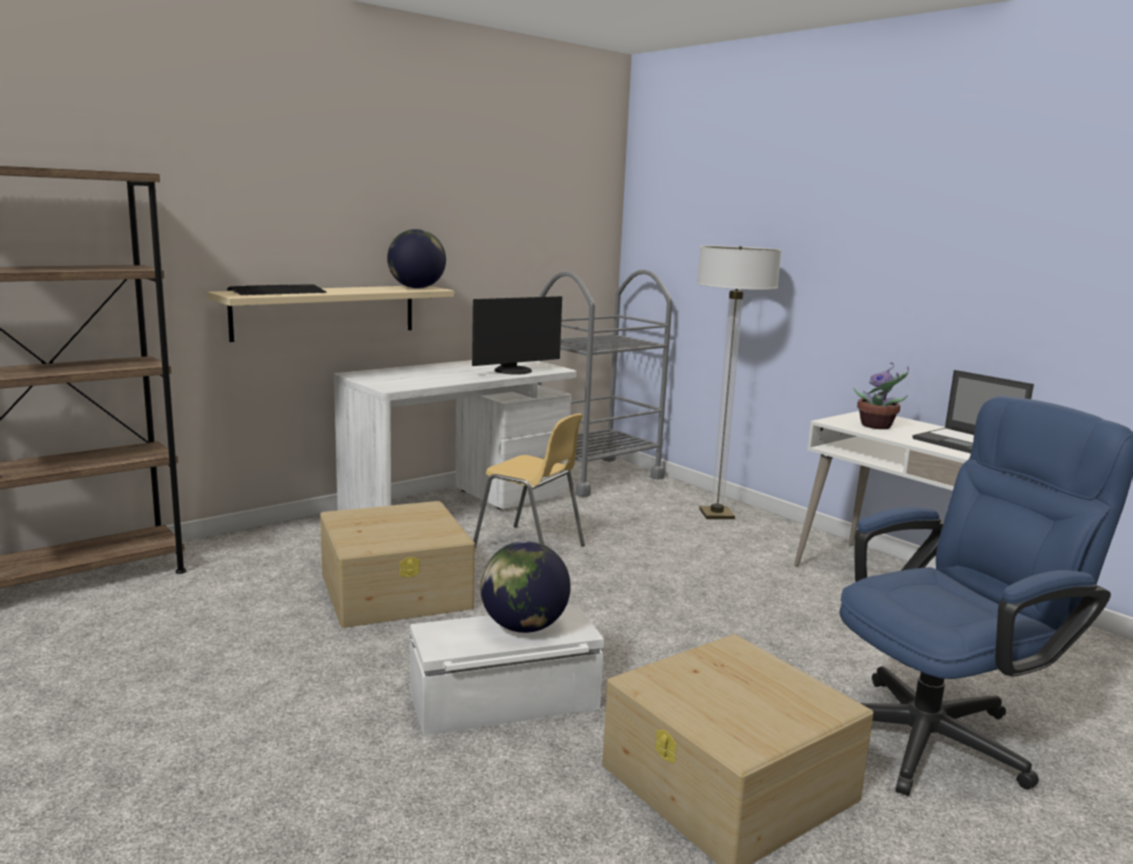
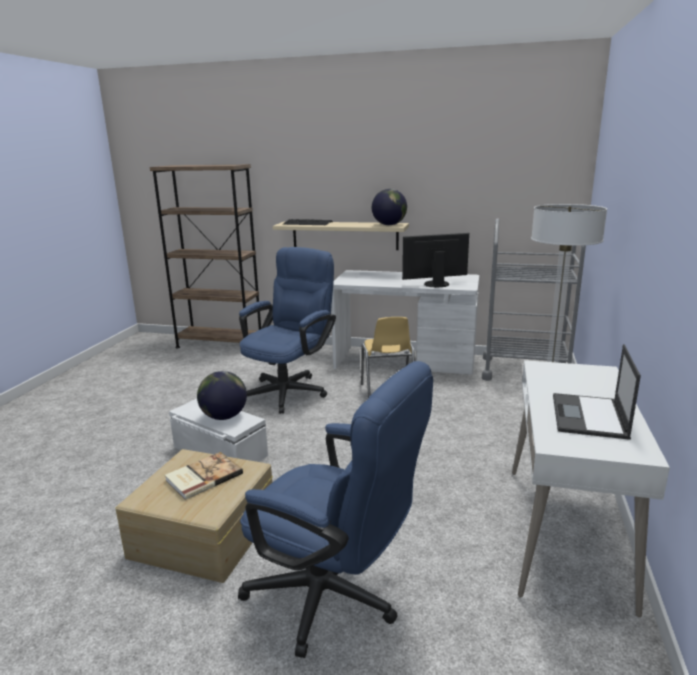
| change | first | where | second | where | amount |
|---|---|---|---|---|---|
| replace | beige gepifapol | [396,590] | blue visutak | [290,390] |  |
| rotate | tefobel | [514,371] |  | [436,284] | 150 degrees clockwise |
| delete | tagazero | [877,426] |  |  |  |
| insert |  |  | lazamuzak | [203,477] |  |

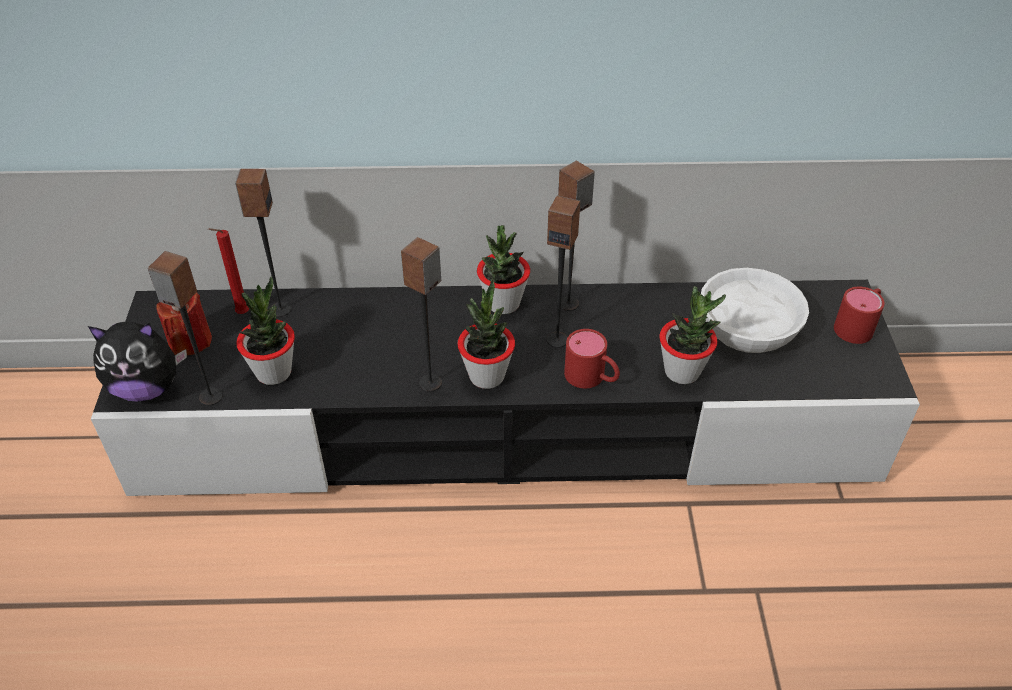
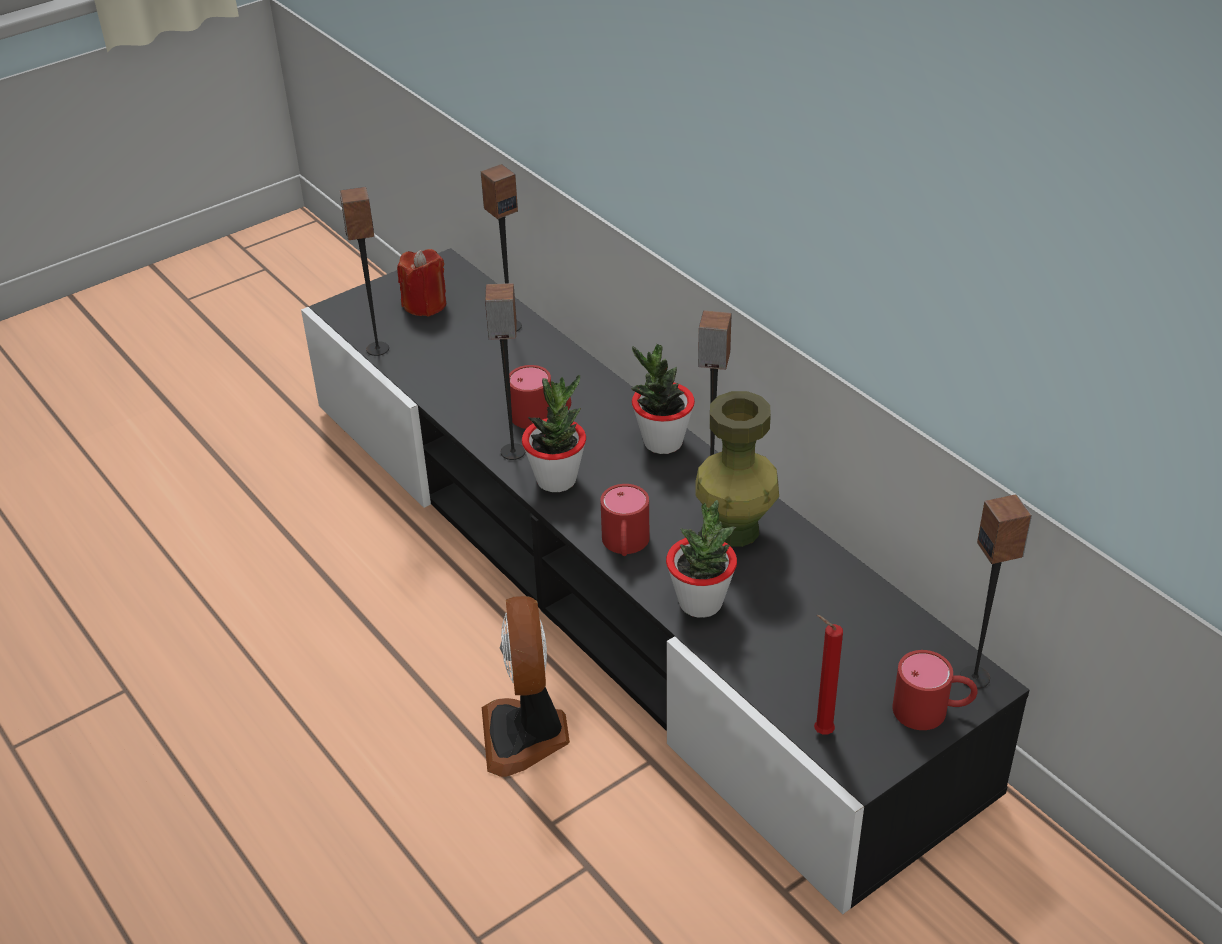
| change | first | where | second | where | amount |
|---|---|---|---|---|---|
| delete | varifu | [147,388] |  |  |  |
| move | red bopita | [240,314] |  | [820,731] |  |
| delete | tagazero | [274,372] |  |  |  |
| move | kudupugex | [557,339] |  | [975,677] |  |
| delete | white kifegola | [748,328] |  |  |  |
| insert |  |  | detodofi | [526,735] |  |
| insert |  |  | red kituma | [541,417] |  |
| insert |  |  | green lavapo | [734,530] |  |

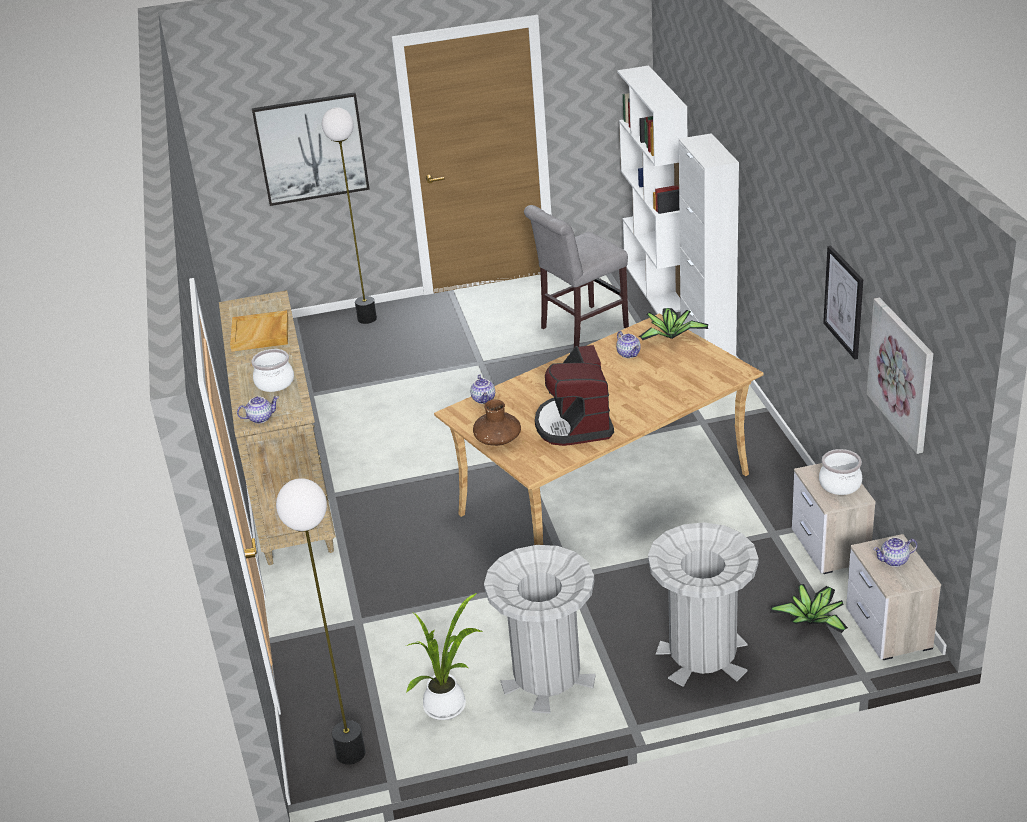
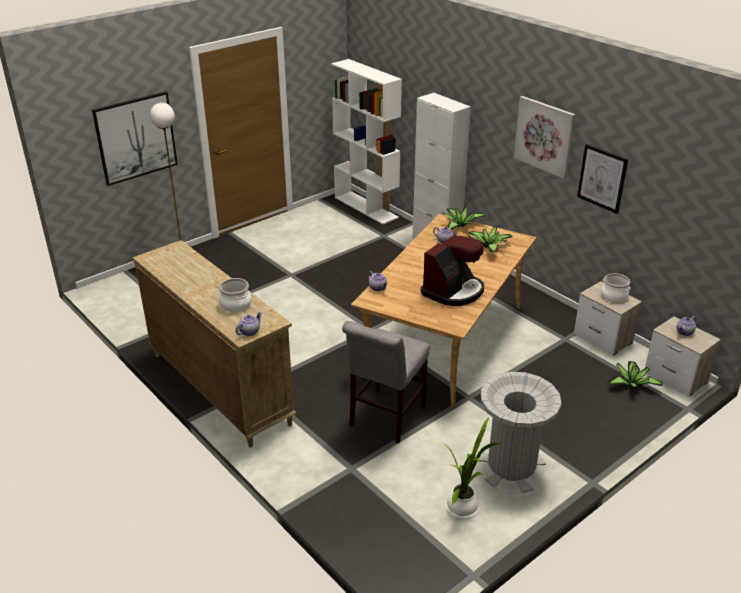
| change | first | where | second | where | amount |
|---|---|---|---|---|---|
| delete | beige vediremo | [261,334] |  |  |  |
| delete | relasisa | [350,753] |  |  |  |
| delete | brown lavapo | [498,439] |  |  |  |
| move | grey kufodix | [580,329] |  | [385,418] |  |
| rotate | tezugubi | [574,424] |  | [453,291] | 105 degrees counterclockwise |
| delete | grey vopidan | [702,655] |  |  |  |
| move | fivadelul | [902,373] |  | [544,136] |  |
| insert |  |  | tagazero | [489,247] |  |

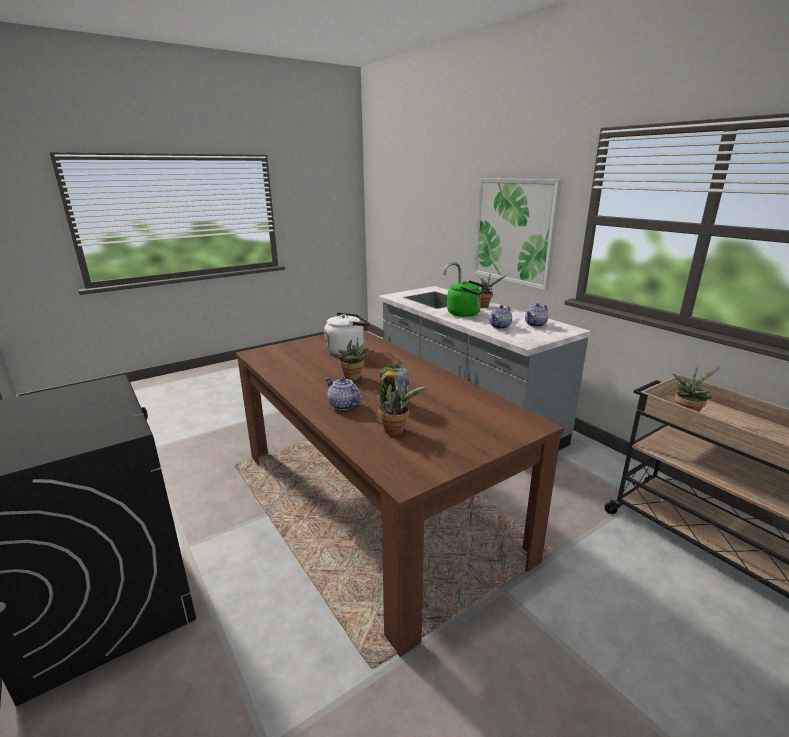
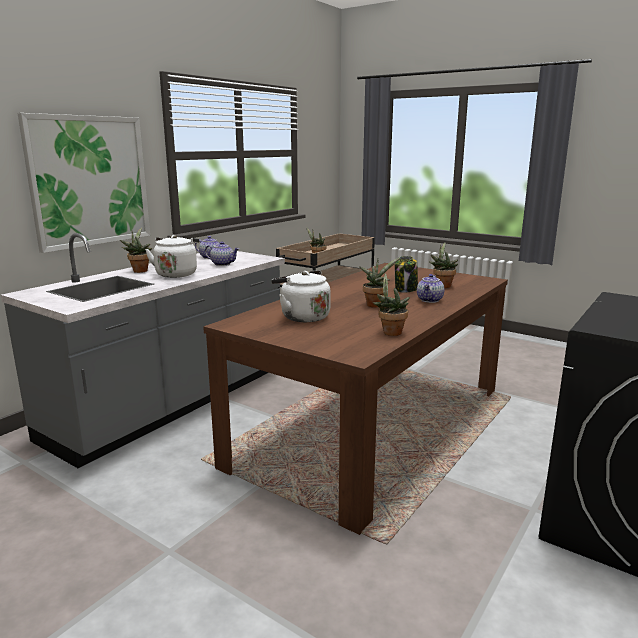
| change | first | where | second | where | amount |
|---|---|---|---|---|---|
| recolor | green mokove | [466,314] | white mokove | [176,274] |  |
| insert |  |  | tagazero | [390,332] |  |

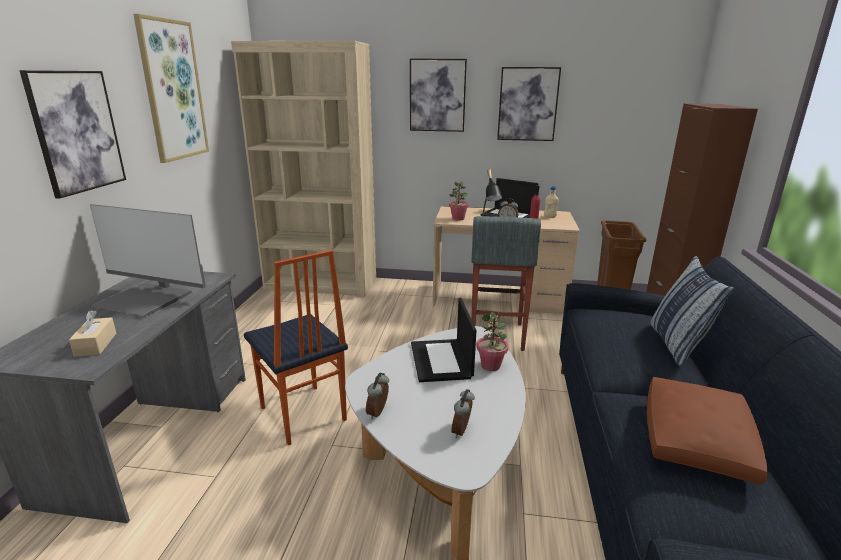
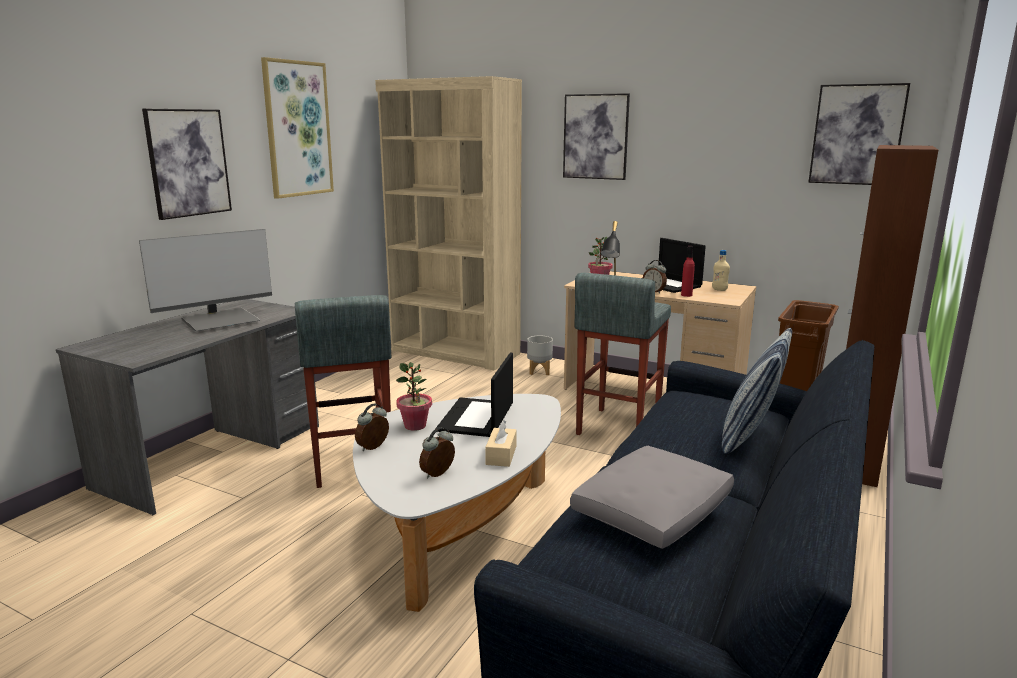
| change | first | where | second | where | amount |
|---|---|---|---|---|---|
| move | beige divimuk | [96,344] |  | [501,455] |  |
| rotate | tefobel | [146,299] |  | [220,321] | 75 degrees counterclockwise |
| replace | kufodix | [302,415] | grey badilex | [350,464] |  |
| move | tagazero | [491,366] |  | [415,426] |  |
| move | fivadelul | [527,104] |  | [857,135] |  |
| recolor | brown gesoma | [696,441] | grey gesoma | [651,513] |  |
| insert |  |  | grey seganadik | [539,371] |  |

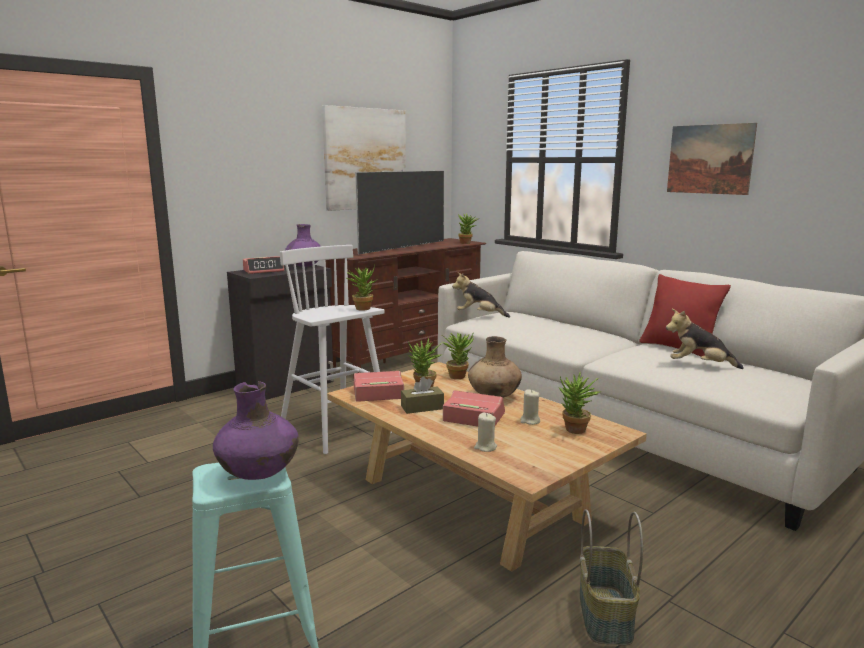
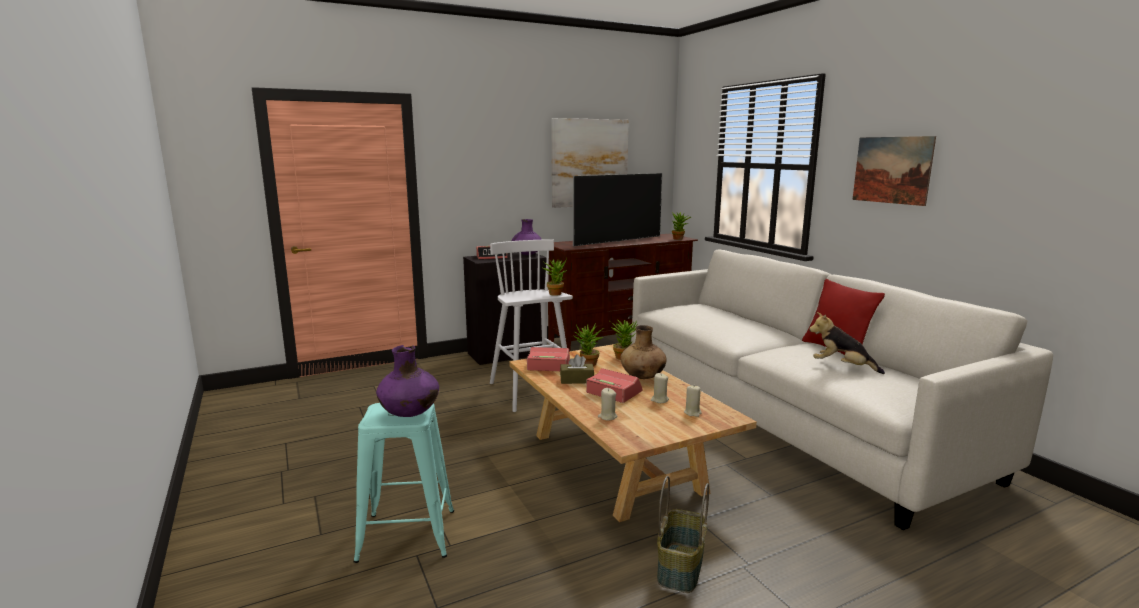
| change | first | where | second | where | amount |
|---|---|---|---|---|---|
| delete | varifu | [479,315] |  |  |  |
| replace | tagazero | [575,431] | beige bopita | [692,413] |  |

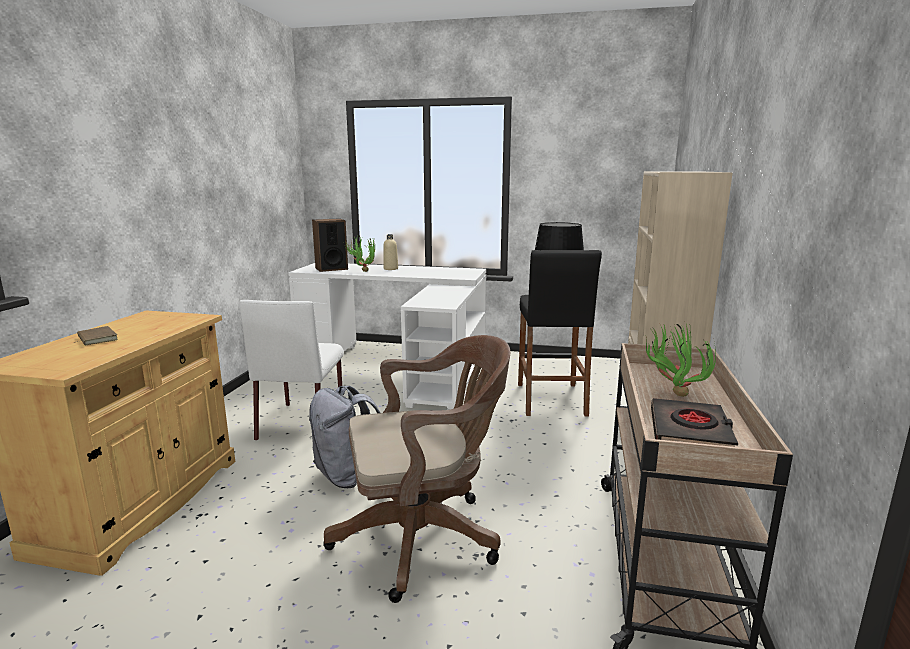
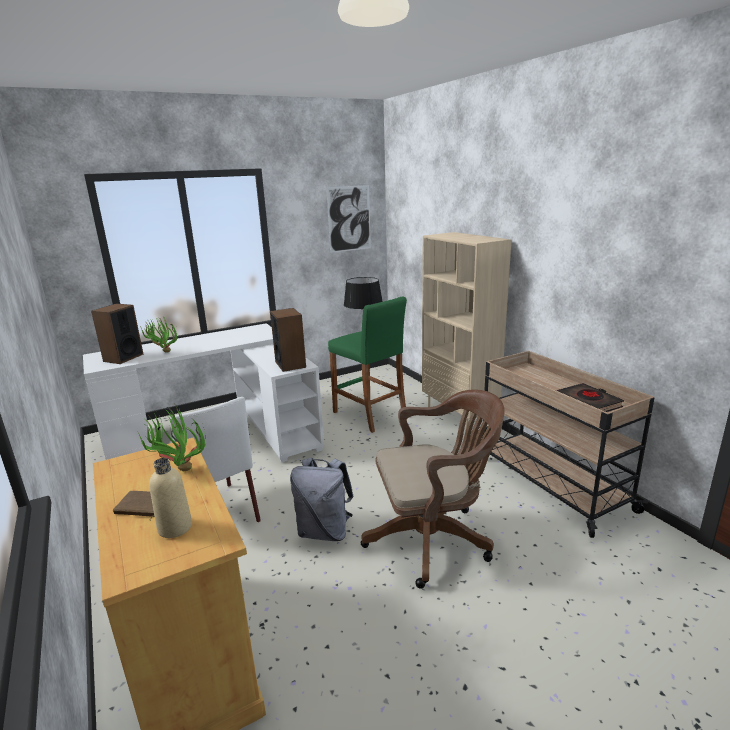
| change | first | where | second | where | amount |
|---|---|---|---|---|---|
| rotate | brown visutak | [424,537] |  | [433,539] | 45 degrees clockwise |
| move | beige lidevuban | [390,269] |  | [175,527] |  |
| recolor | black badilex | [551,399] | green badilex | [370,415] |  |
| move | tagazero | [672,393] |  | [178,470] |  |
| insert |  |  | kudupugex | [290,364] |  |
| insert |  |  | fivadelul | [349,219] |  |

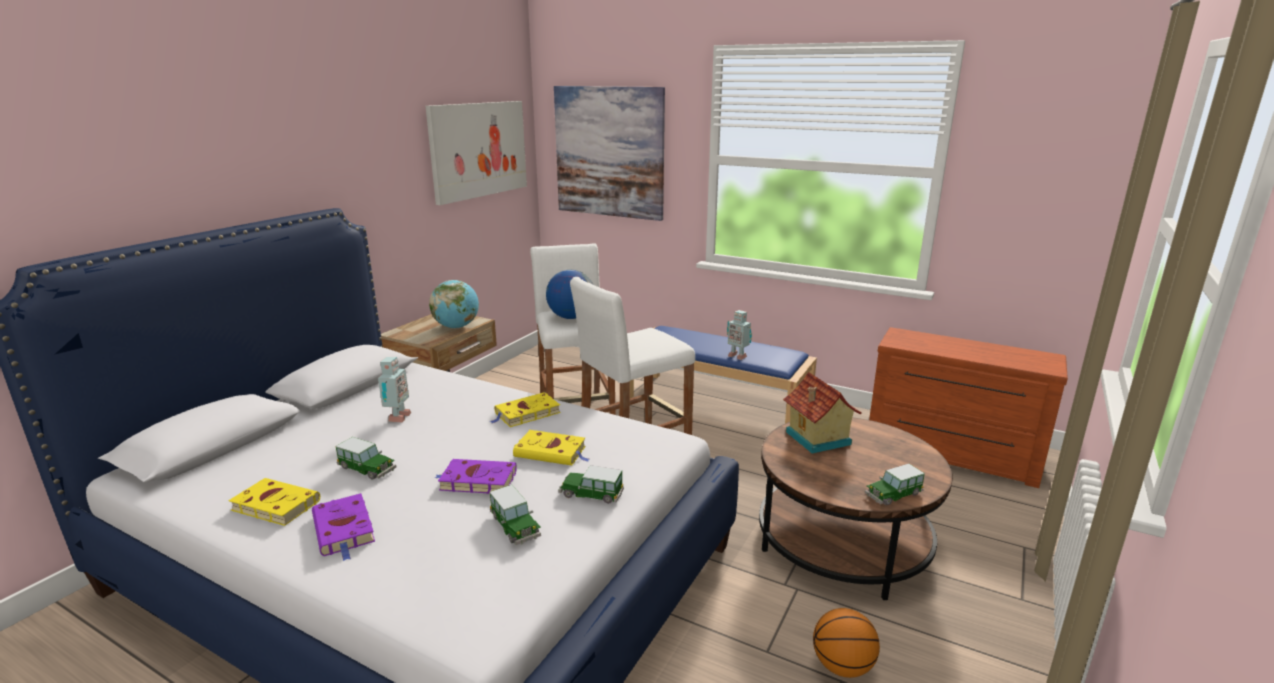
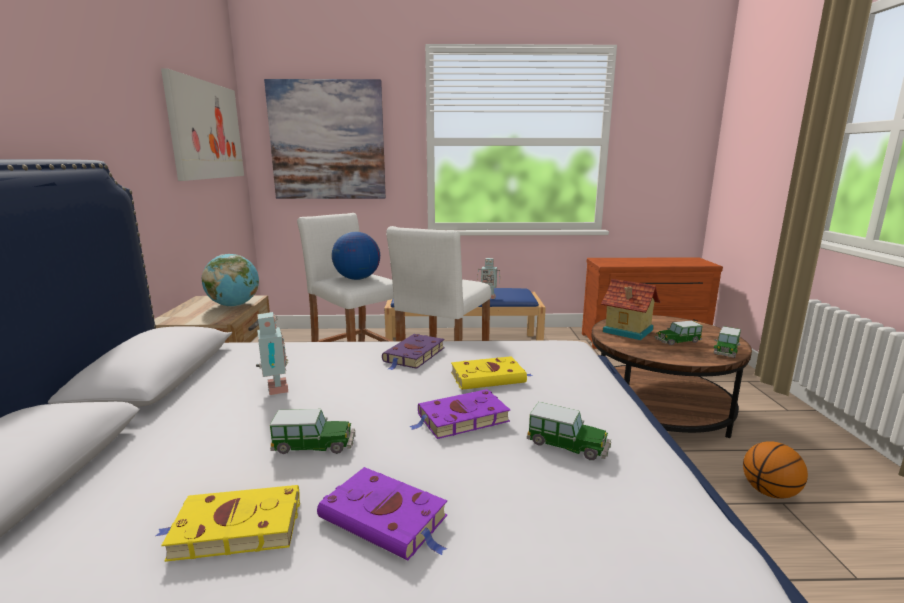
| change | first | where | second | where | amount |
|---|---|---|---|---|---|
| recolor | yellow lazamuzak | [526,414] | purple lazamuzak | [414,355] |  |
| move | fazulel | [591,494] |  | [677,341] |  |

